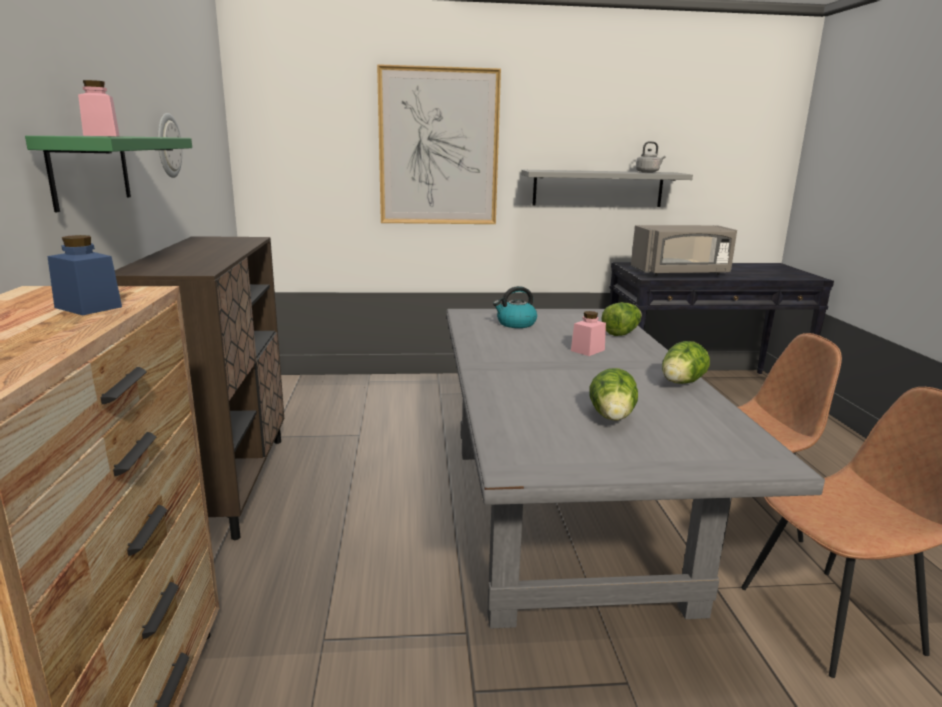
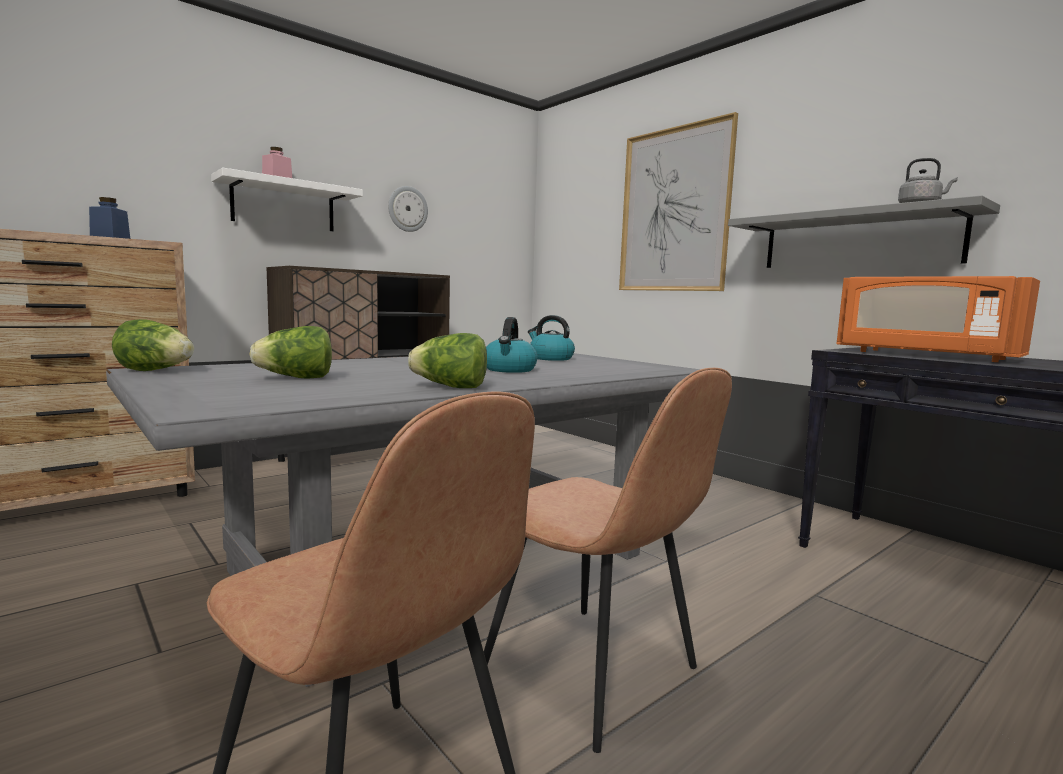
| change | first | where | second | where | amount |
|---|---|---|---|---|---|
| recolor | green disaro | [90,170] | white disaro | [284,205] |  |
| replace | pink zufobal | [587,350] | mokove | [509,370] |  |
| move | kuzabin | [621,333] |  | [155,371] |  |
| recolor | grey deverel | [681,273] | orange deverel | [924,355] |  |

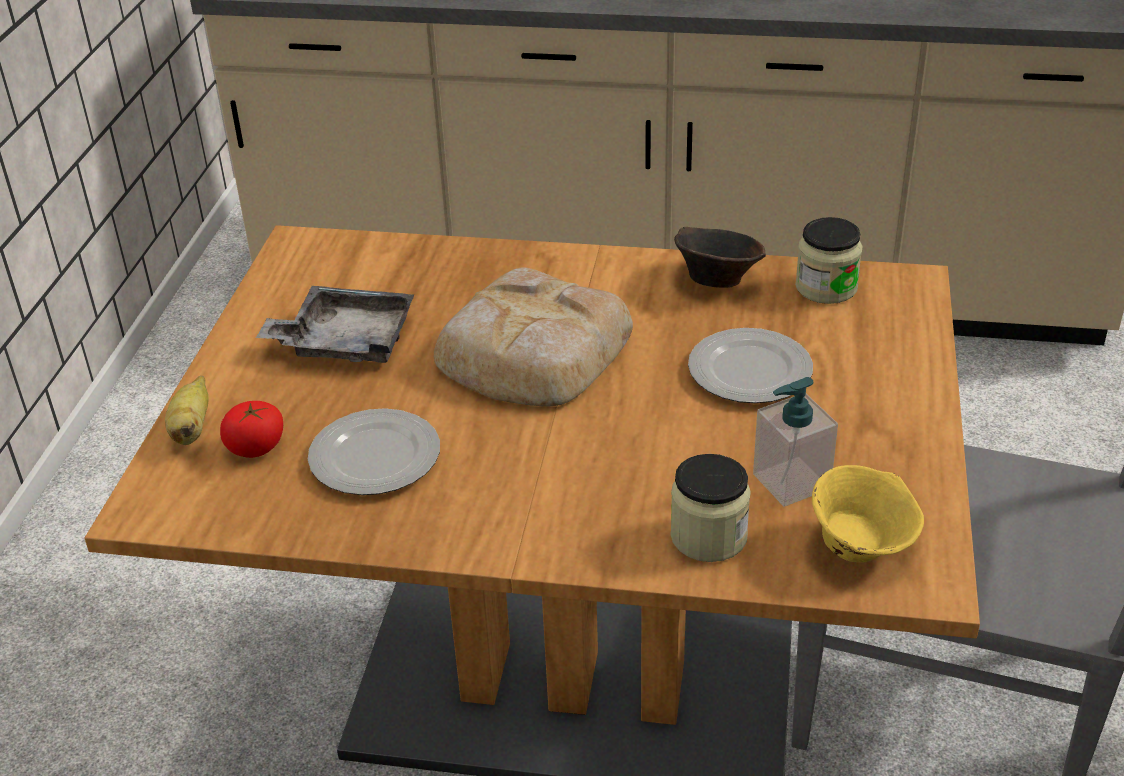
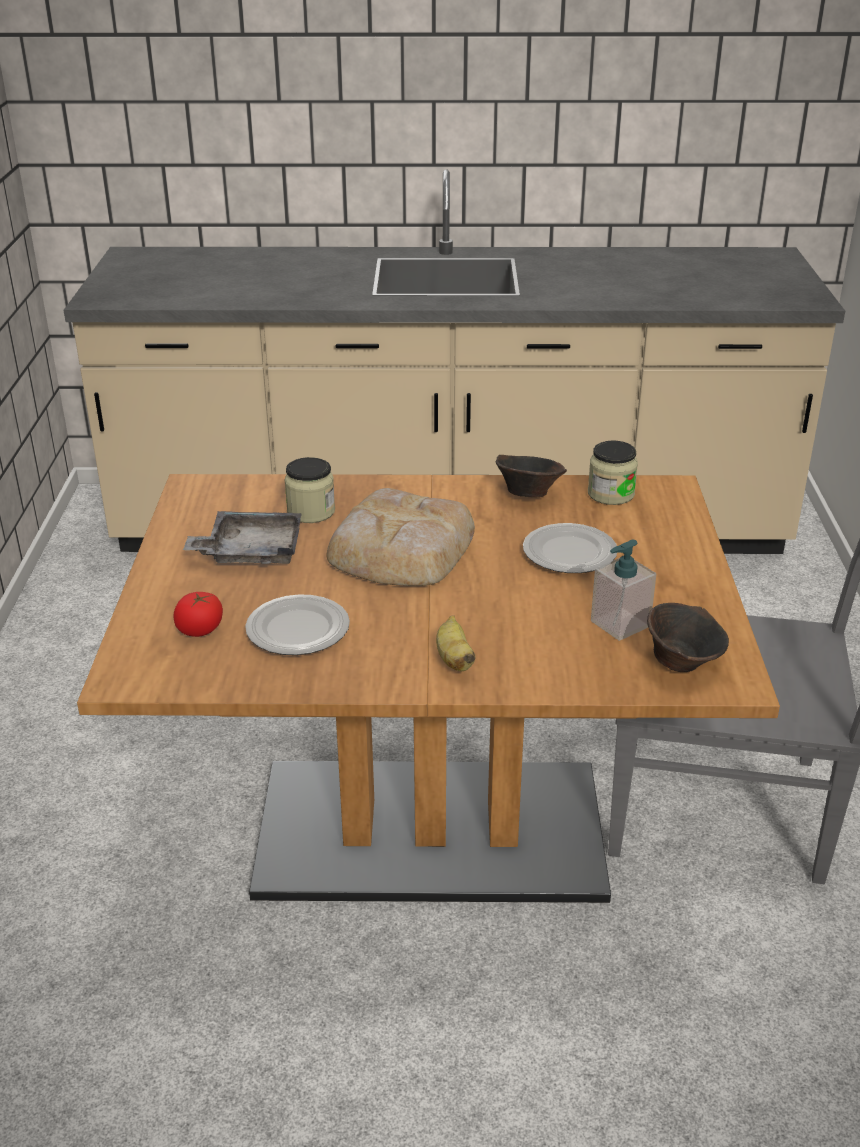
| change | first | where | second | where | amount |
|---|---|---|---|---|---|
| move | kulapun | [192,429] |  | [454,659] |  |
| move | zufobal | [708,536] |  | [311,512] |  |
| recolor | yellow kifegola | [861,546] | brown kifegola | [682,662] |  |

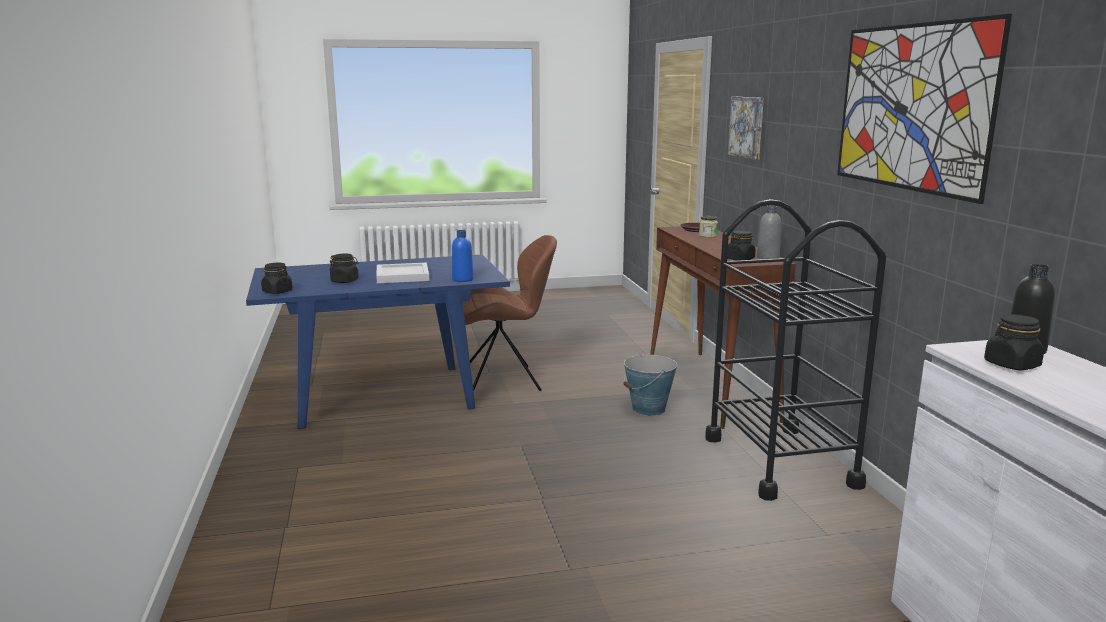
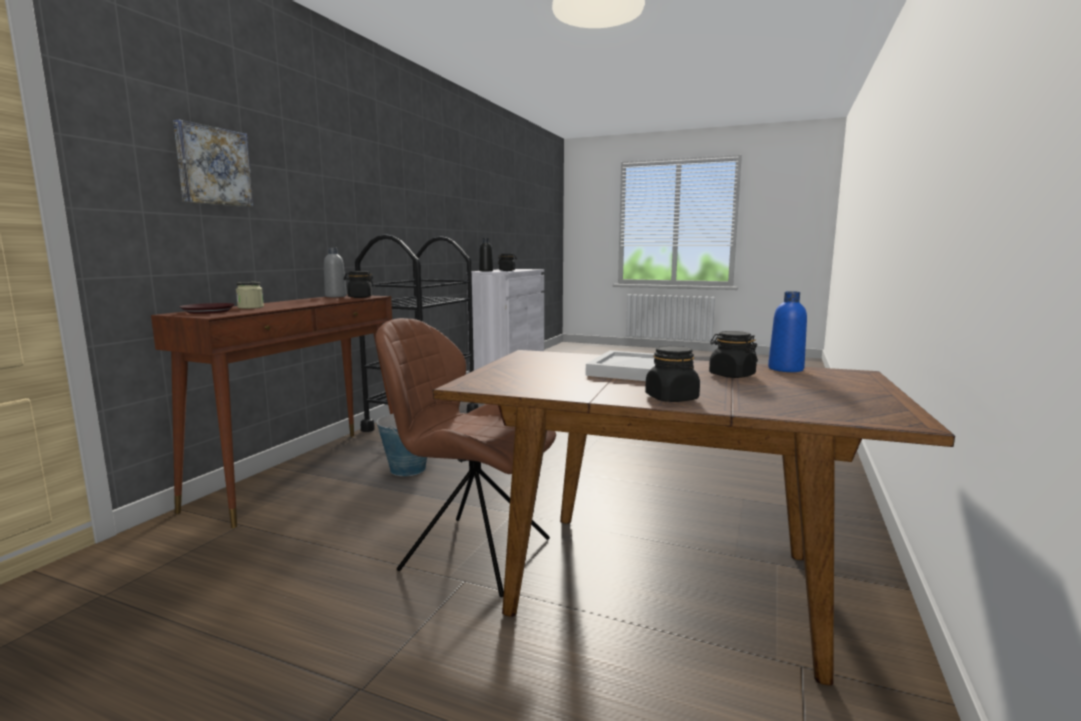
| change | first | where | second | where | amount |
|---|---|---|---|---|---|
| recolor | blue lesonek | [385,395] | brown lesonek | [662,583] |  |
| move | black zufobal | [277,291] |  | [672,398] |  |
| move | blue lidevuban | [462,279] |  | [785,369] |  |
| delete | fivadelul | [911,107] |  |  |  |

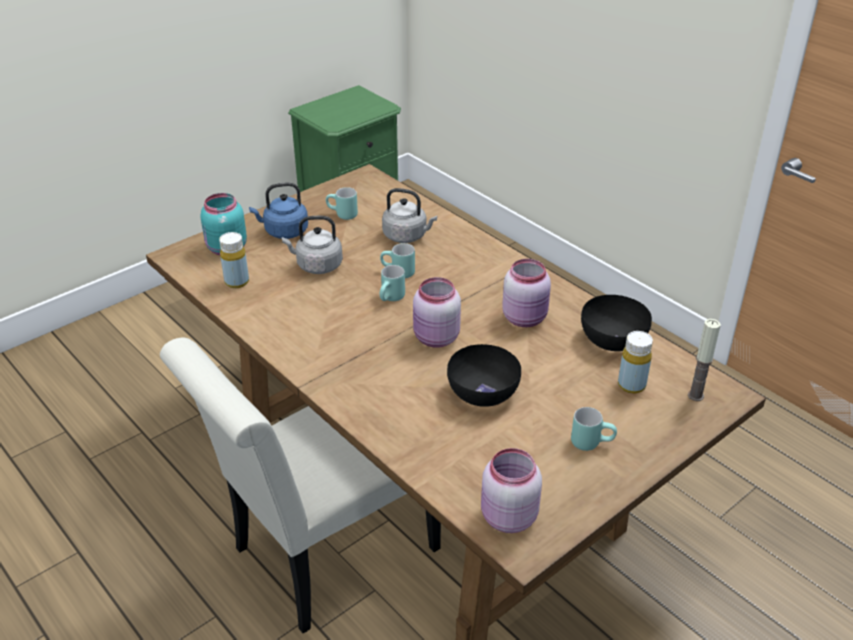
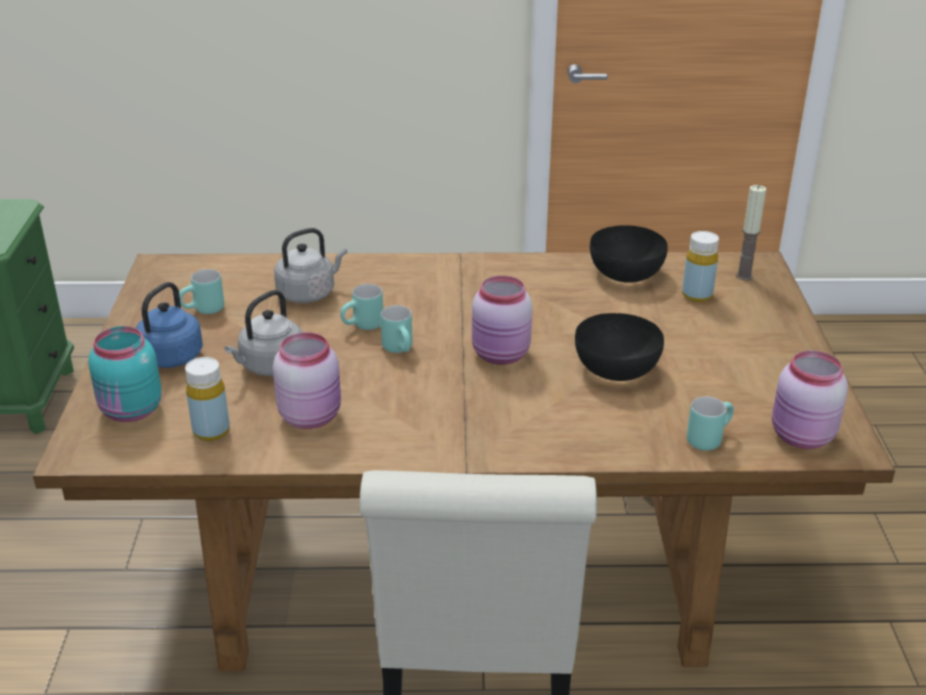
| change | first | where | second | where | amount |
|---|---|---|---|---|---|
| move | pink zufobal | [525,318] |  | [311,415] |  |
| move | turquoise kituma | [591,442] |  | [707,437] |  |

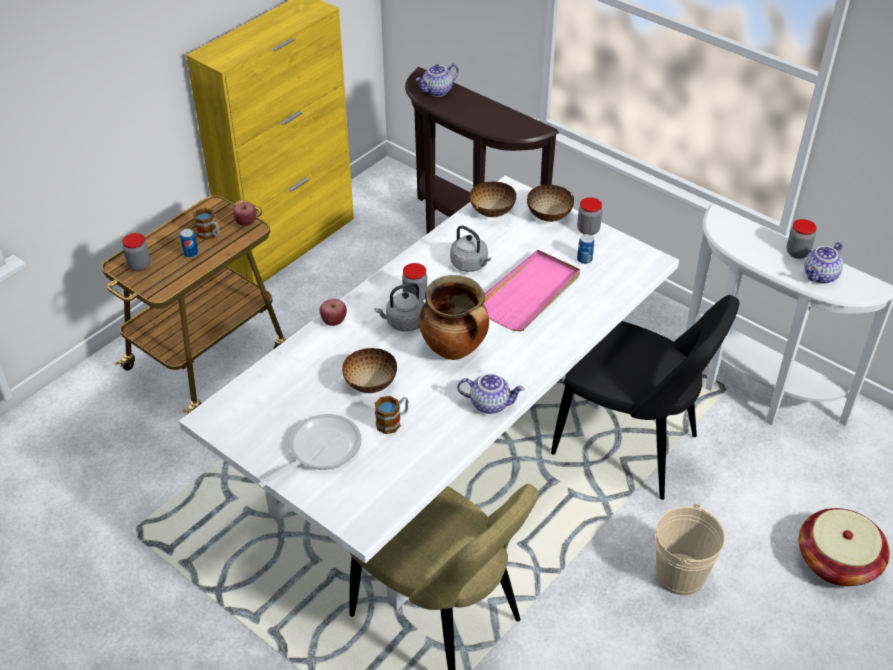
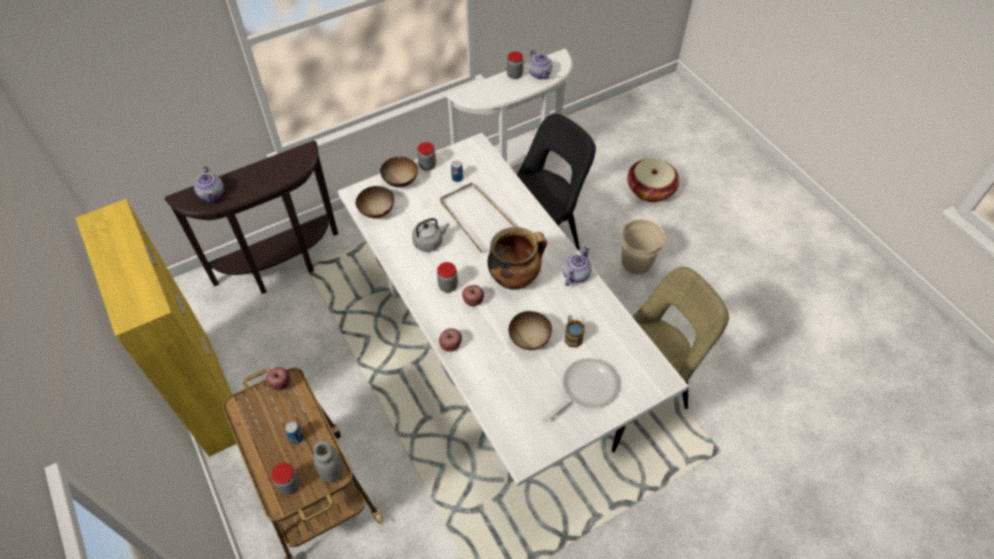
| change | first | where | second | where | amount |
|---|---|---|---|---|---|
| delete | kituma | [210,235] |  |  |  |
| rotate | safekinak | [319,450] |  | [584,389] | 75 degrees clockwise |
| replace | grey mokove | [403,323] | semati | [473,301] |  |
| recolor | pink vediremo | [529,294] | white vediremo | [477,219] |  |
| insert |  |  | grey zufobal | [332,472] |  |

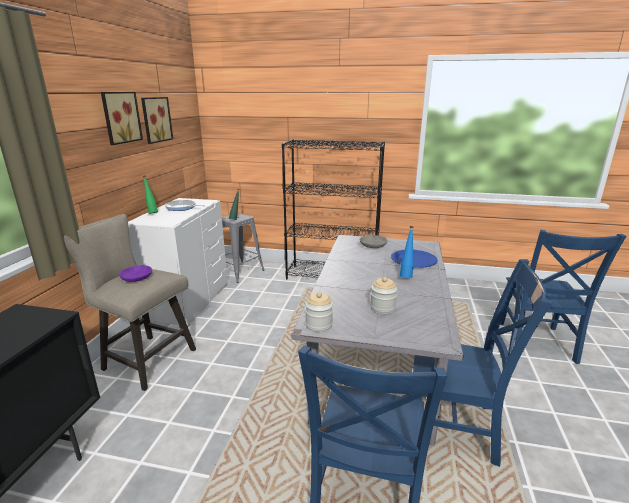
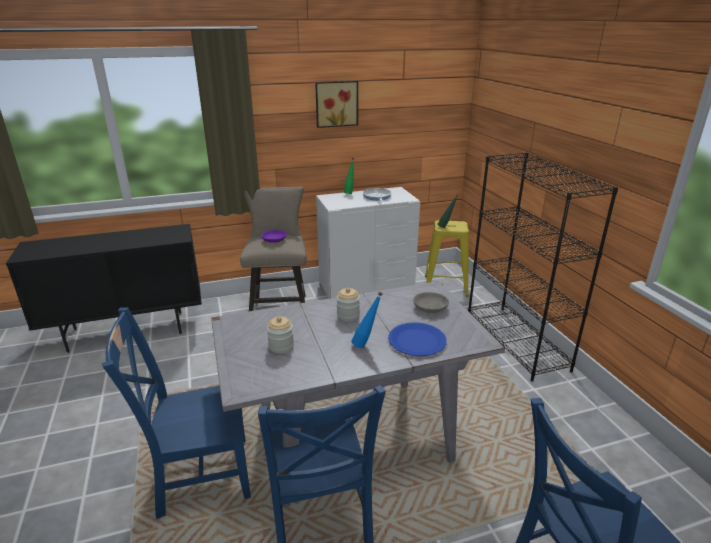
| change | first | where | second | where | amount |
|---|---|---|---|---|---|
| delete | fivadelul | [155,119] |  |  |  |
| recolor | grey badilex | [240,272] | yellow badilex | [445,286] |  |
| move | zufobal | [319,325] |  | [348,315] |  |

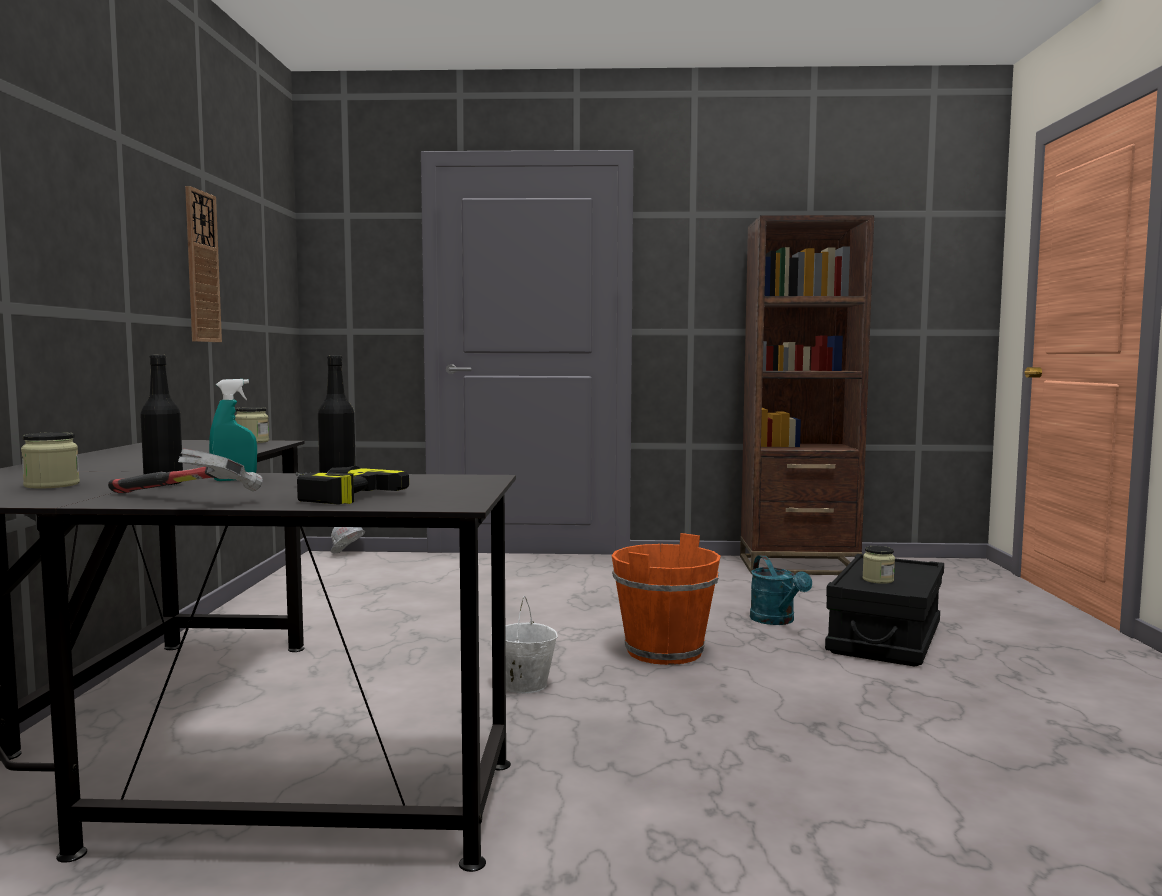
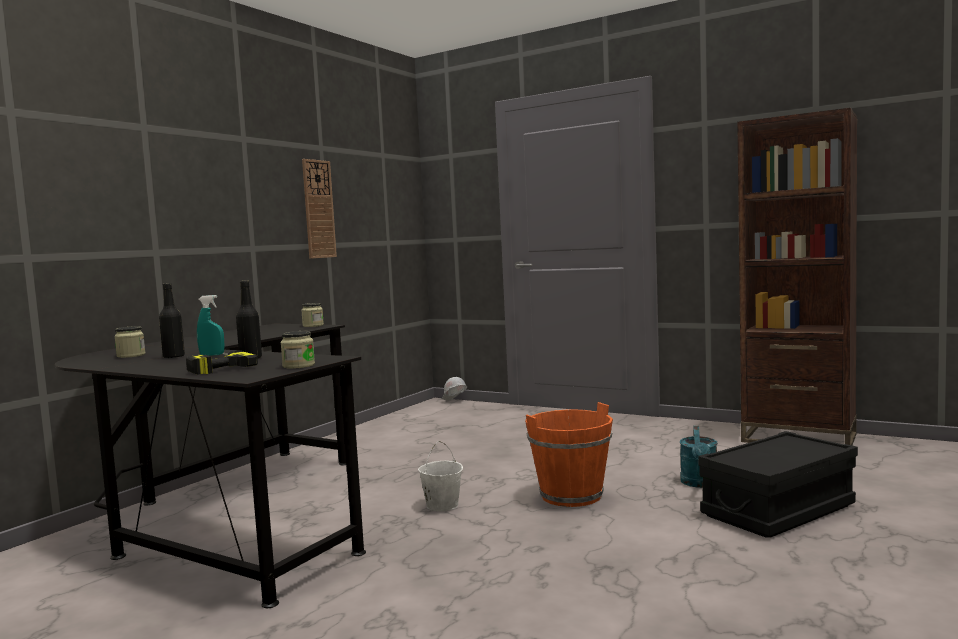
| change | first | where | second | where | amount |
|---|---|---|---|---|---|
| delete | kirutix | [179,500] |  |  |  |
| move | zufobal | [878,580] |  | [298,366] |  |

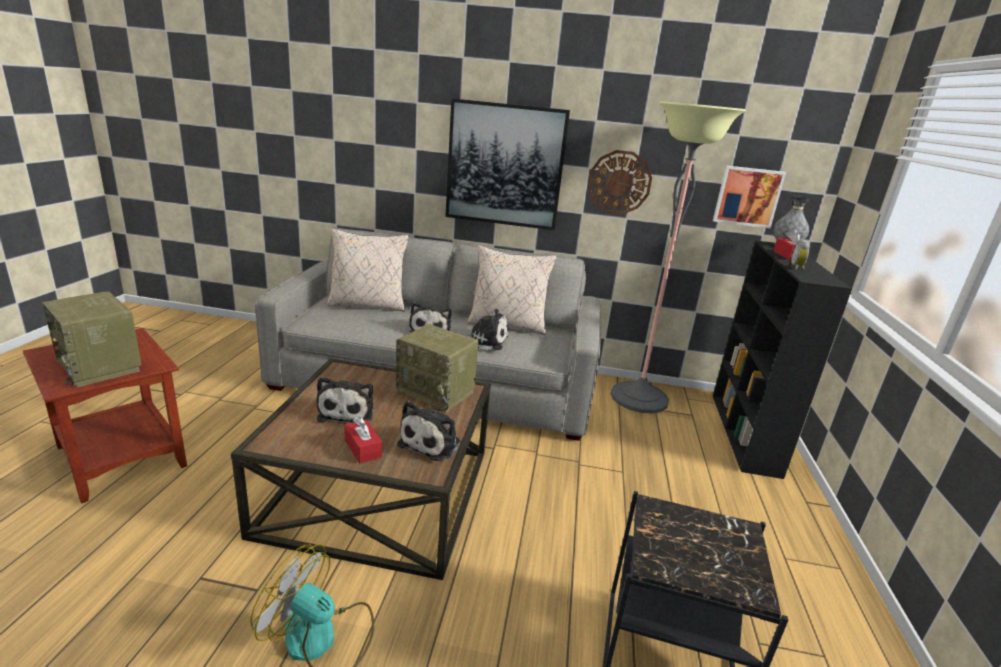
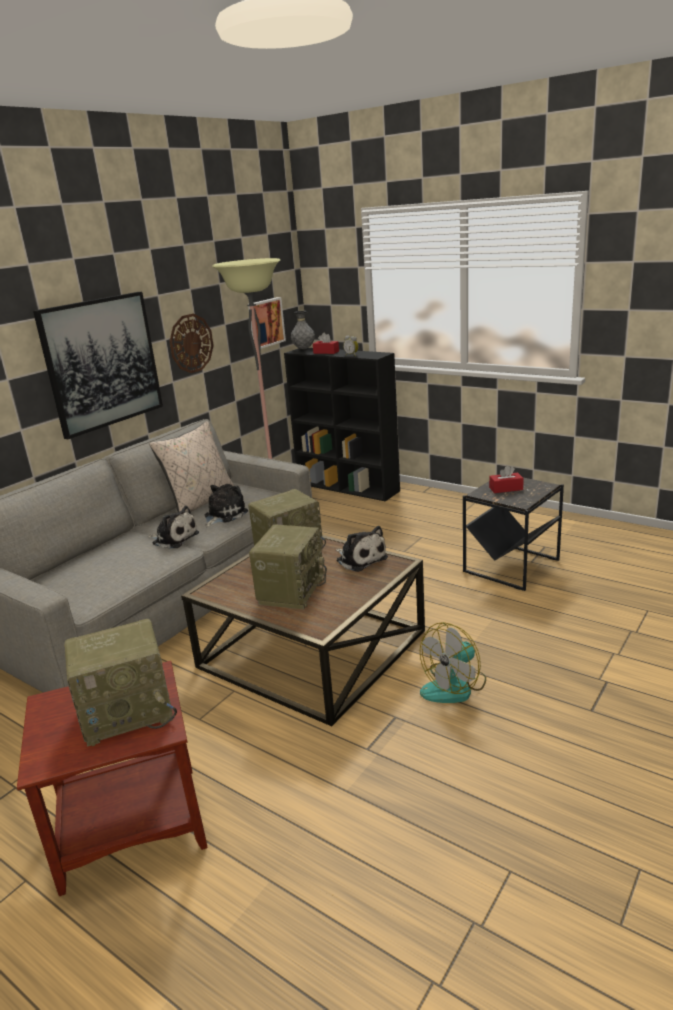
| change | first | where | second | where | amount |
|---|---|---|---|---|---|
| replace | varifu | [347,411] | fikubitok | [291,590] |  |
| delete | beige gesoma | [368,305] |  |  |  |
| move | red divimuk | [363,448] |  | [506,488] |  |

